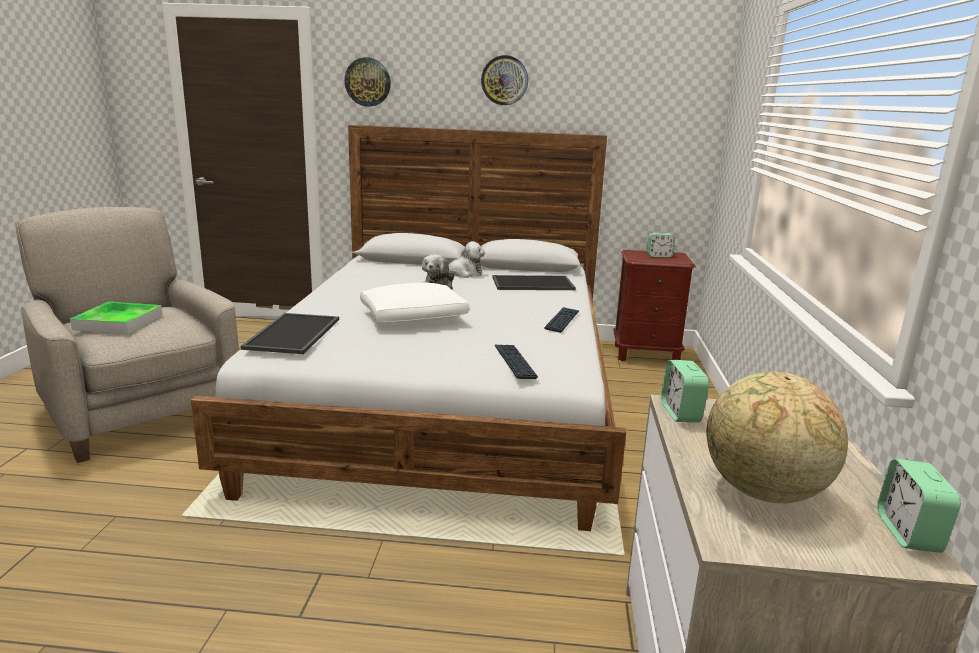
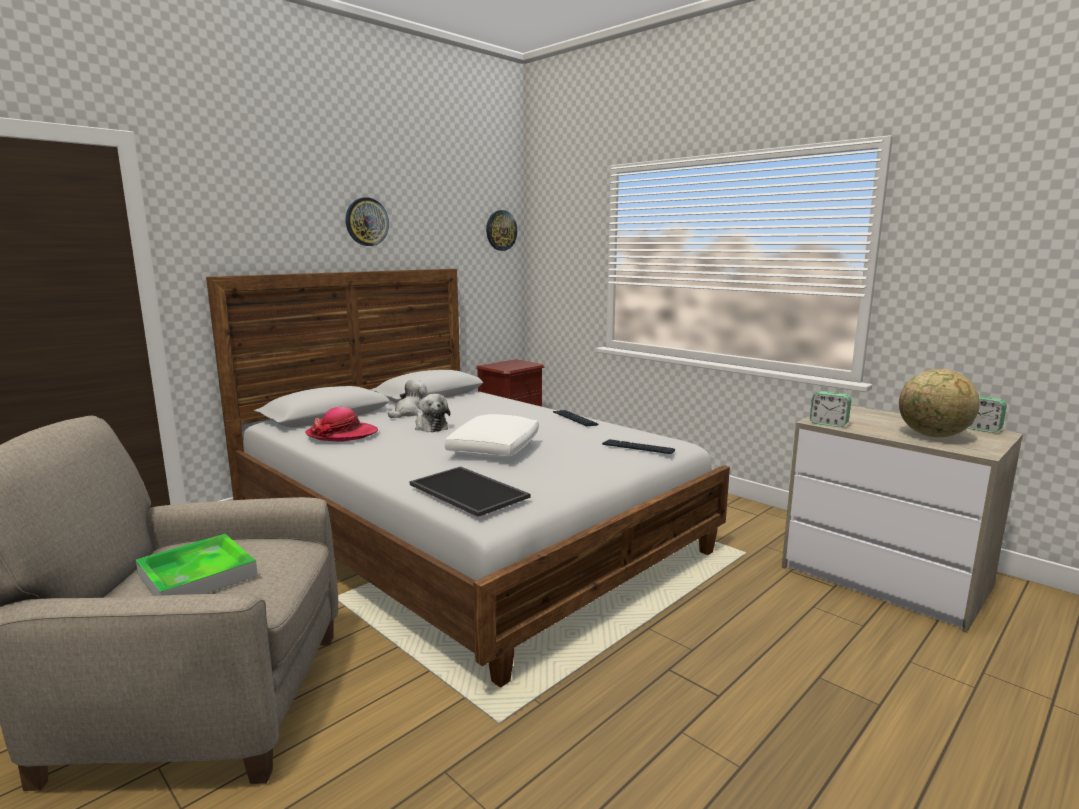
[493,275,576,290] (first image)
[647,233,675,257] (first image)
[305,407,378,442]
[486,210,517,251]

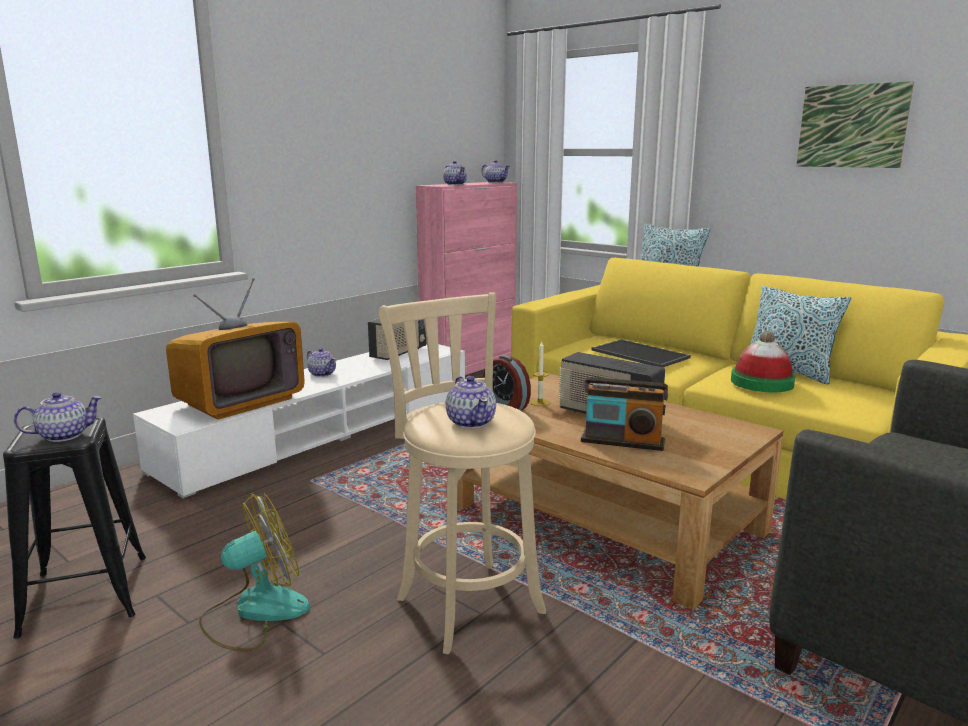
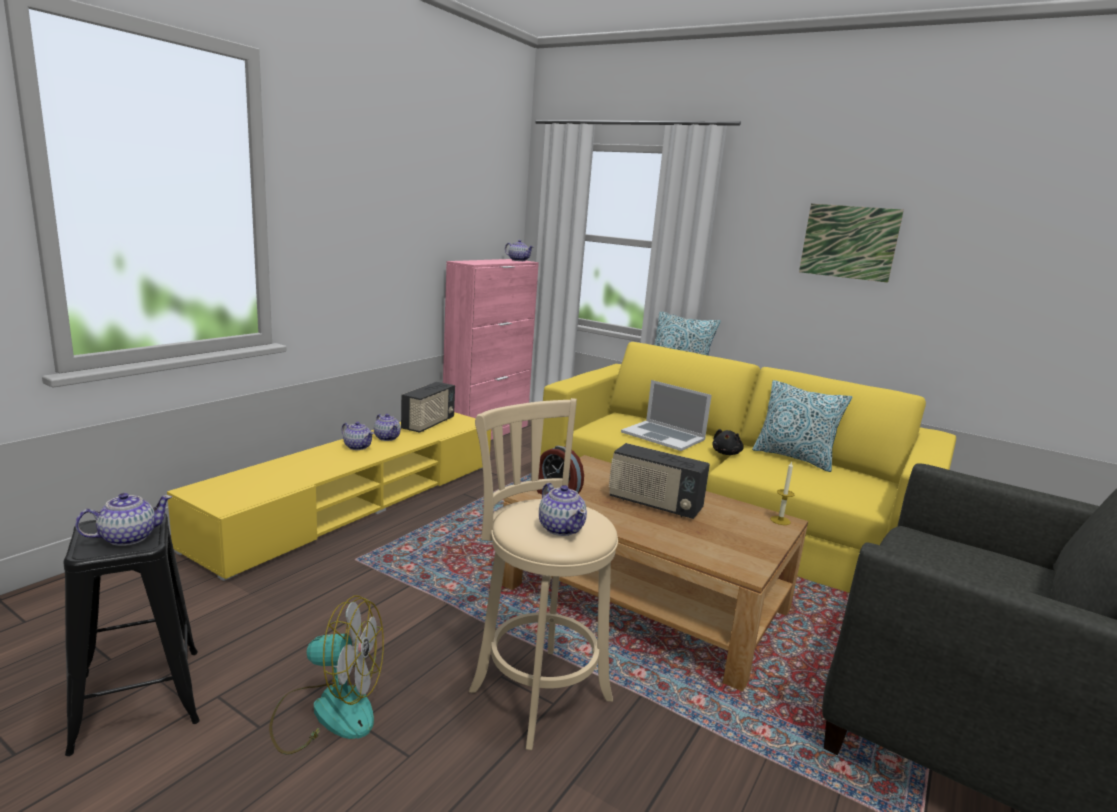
[166,278,305,419] (first image)
[581,377,668,451] (first image)
[731,331,795,392] (first image)
[712,429,744,455]
[374,414,401,441]
[770,462,794,525]
[621,380,712,451]
[167,412,491,581]
[269,596,384,755]

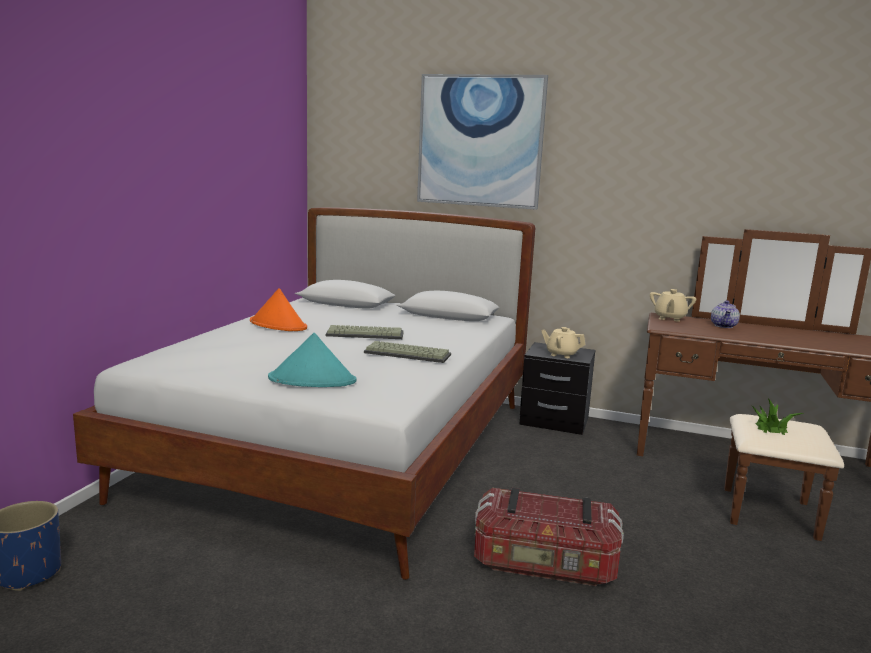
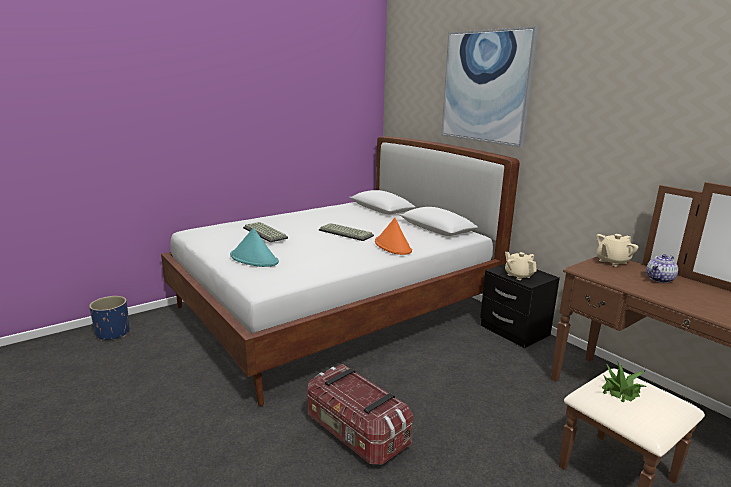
[375,218,412,255]
[243,222,288,242]

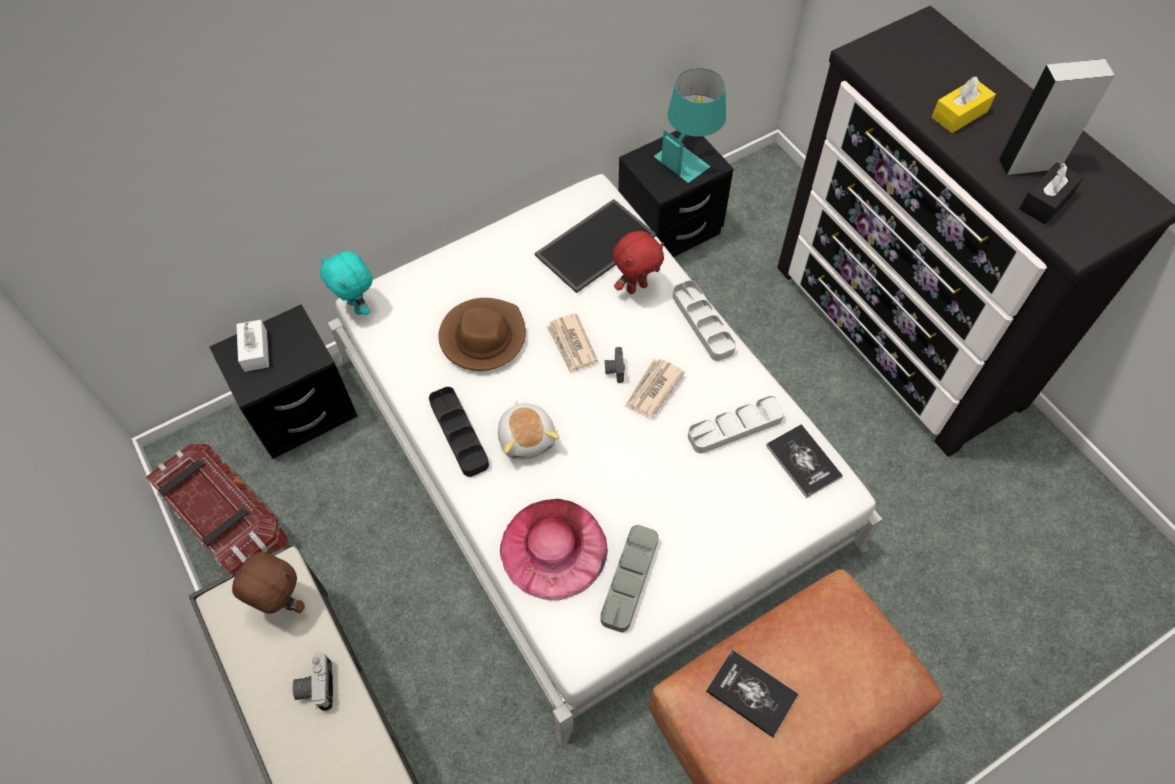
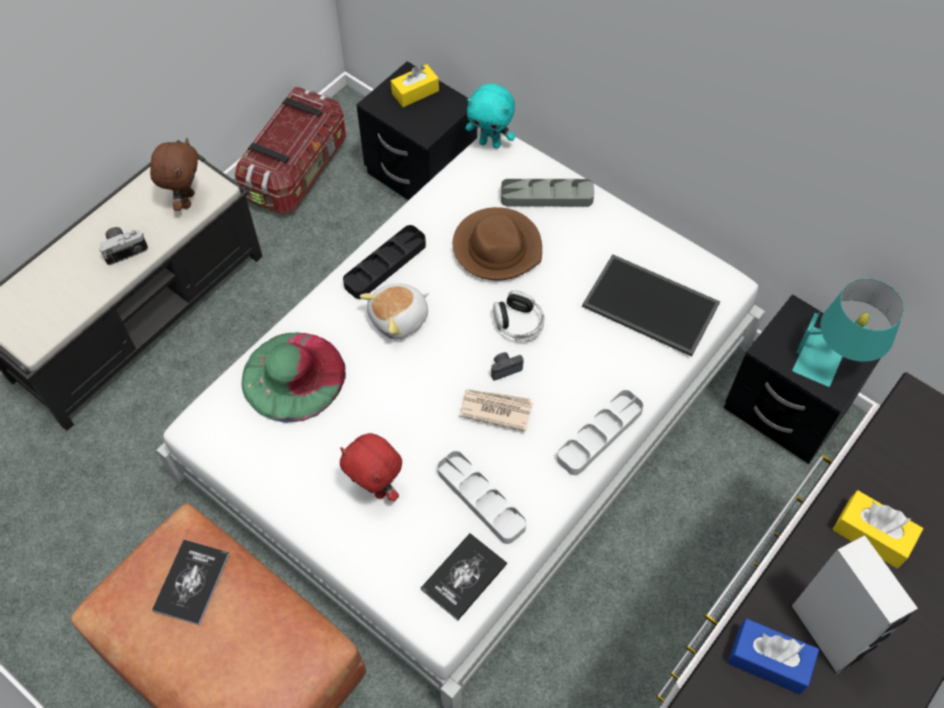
[501,179,594,207]
[340,433,402,501]
[493,290,545,341]
[391,64,439,107]
[242,332,346,423]
[728,618,819,694]
[466,84,515,148]

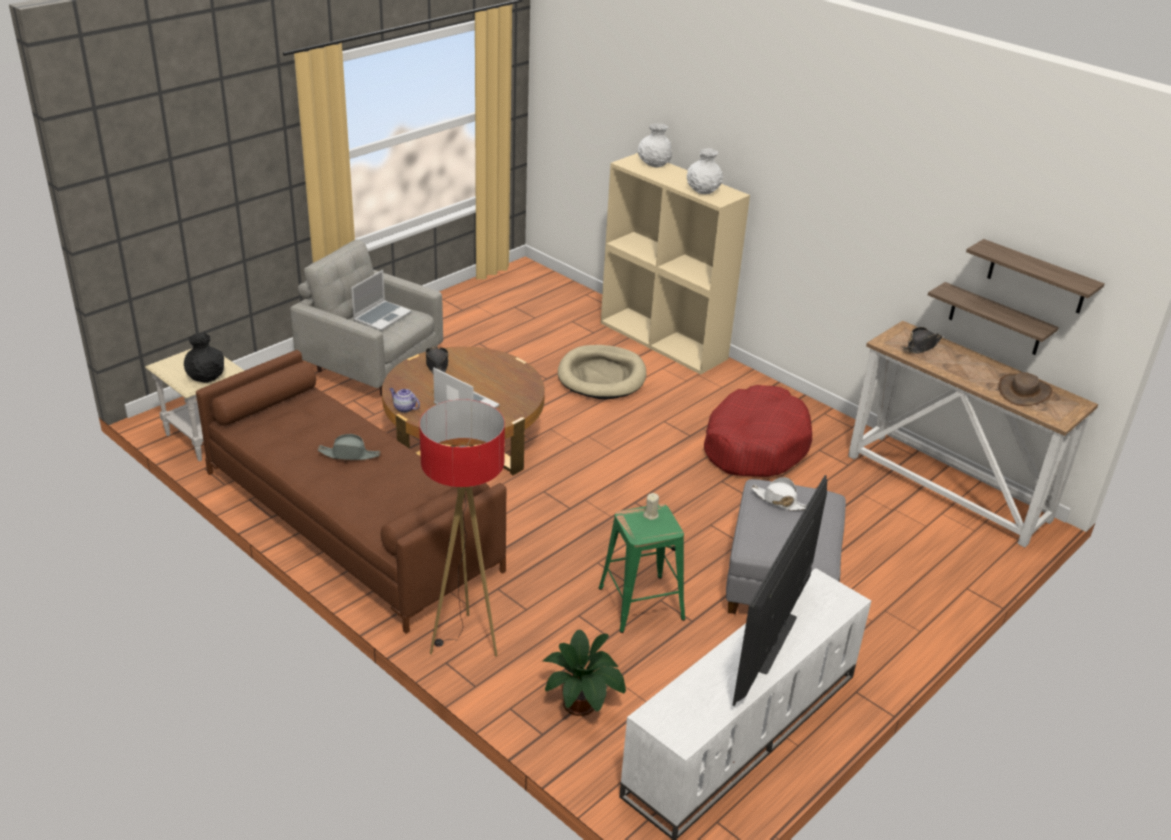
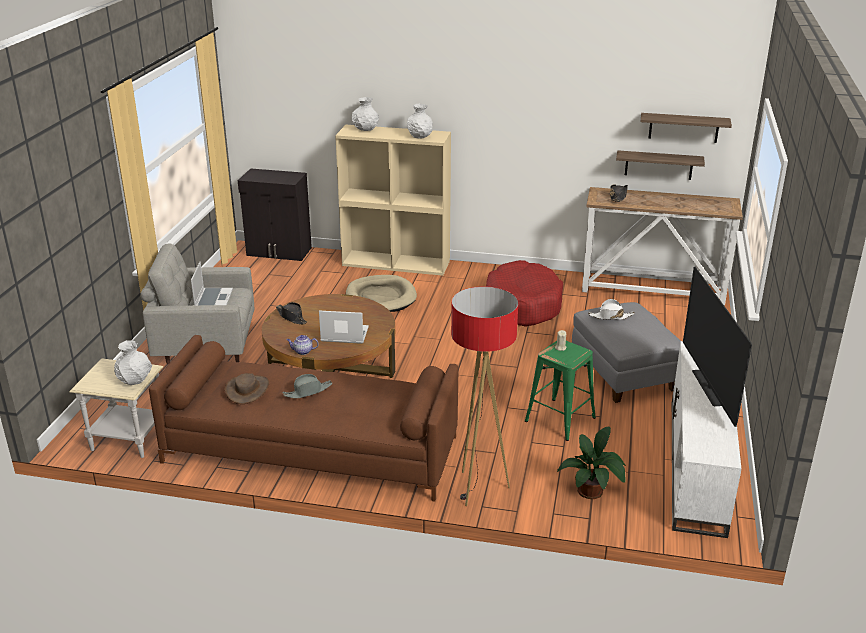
[238,168,312,261]
[225,373,269,404]
[114,340,152,385]

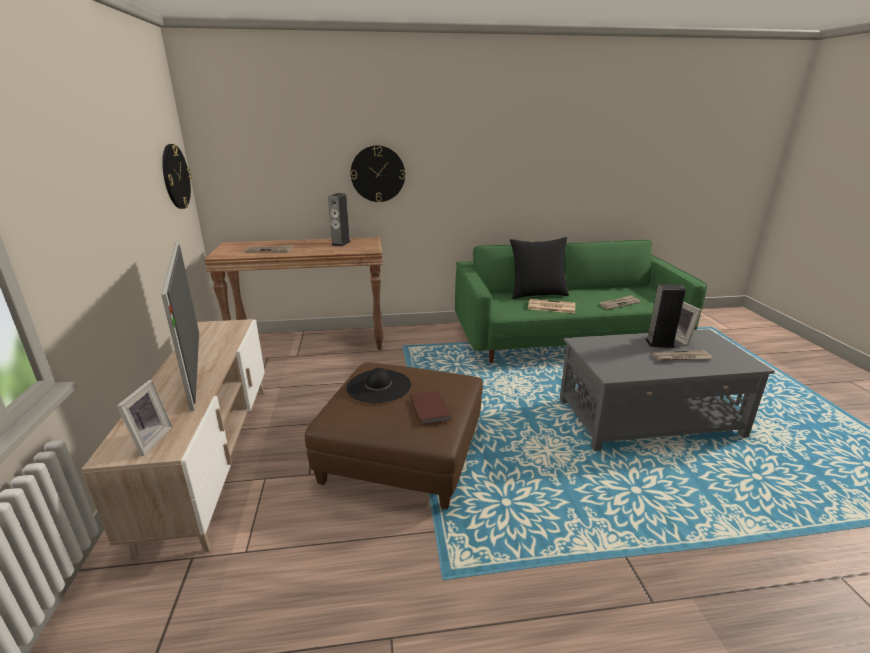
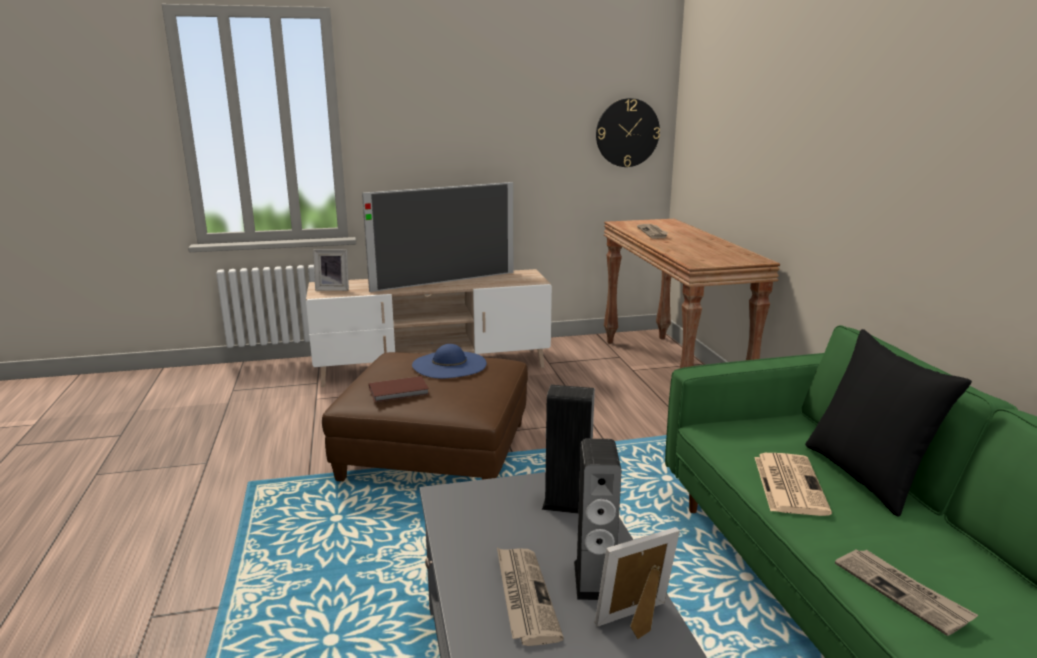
[351,145,405,202] (first image)
[542,385,595,514]
[412,344,487,378]

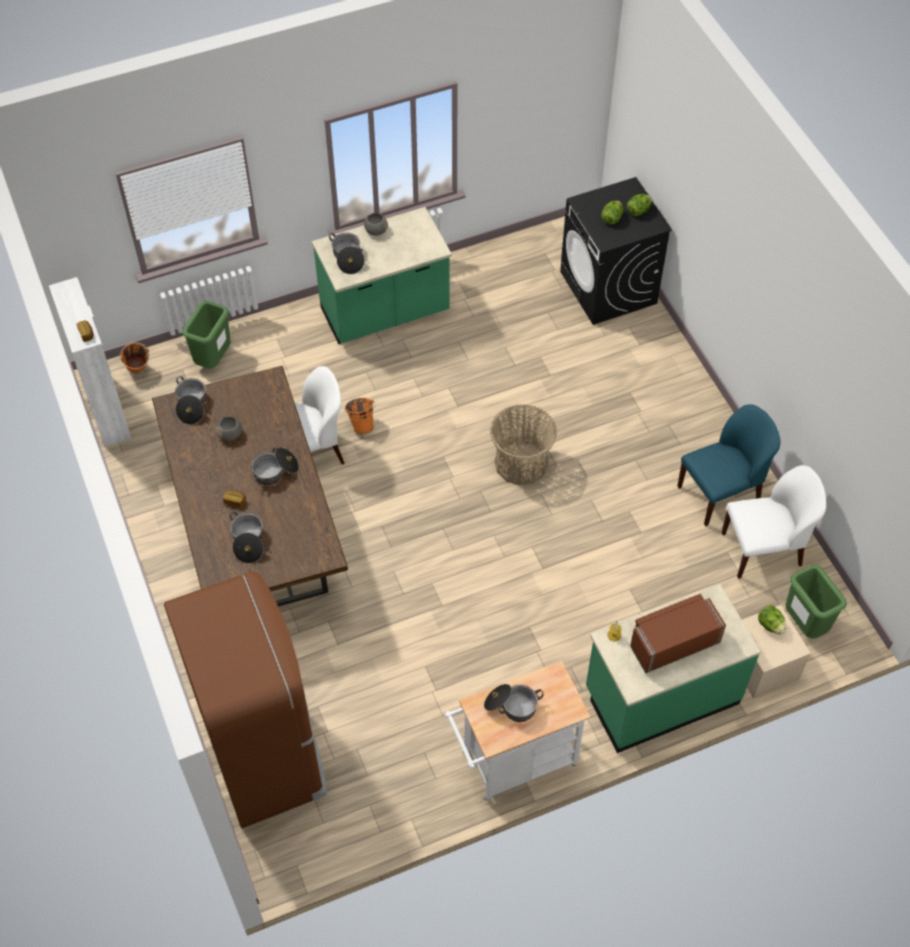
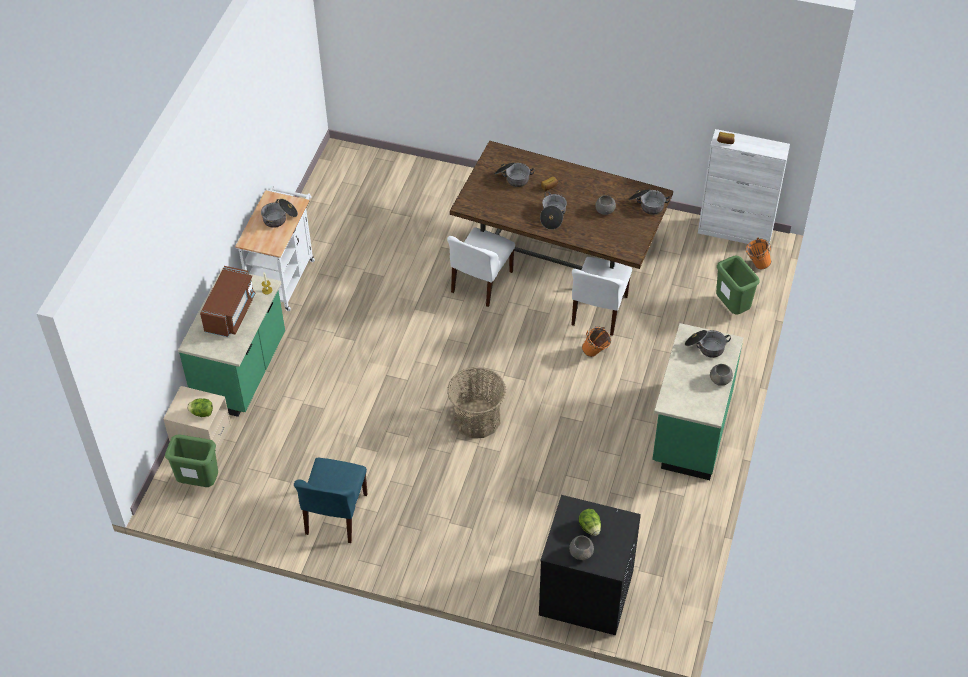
[164,571,327,828] (first image)
[447,227,515,307]
[569,535,594,560]

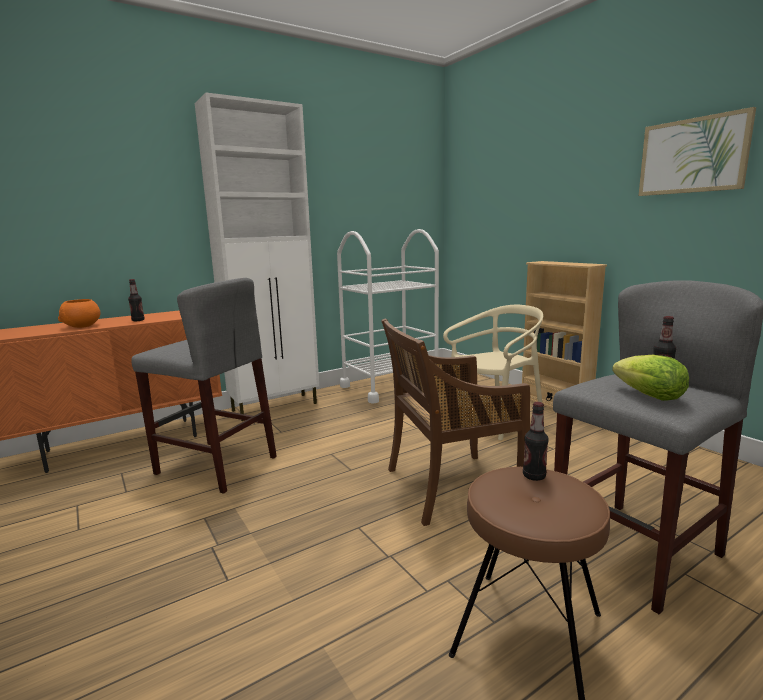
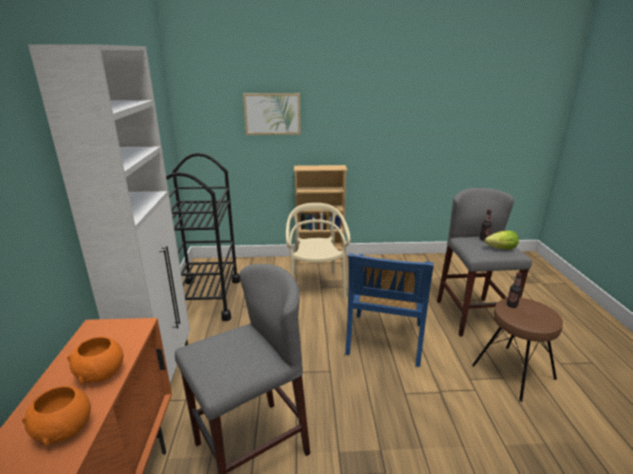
[243,93,301,135]
[67,337,123,383]
[166,153,240,321]
[345,253,434,367]

